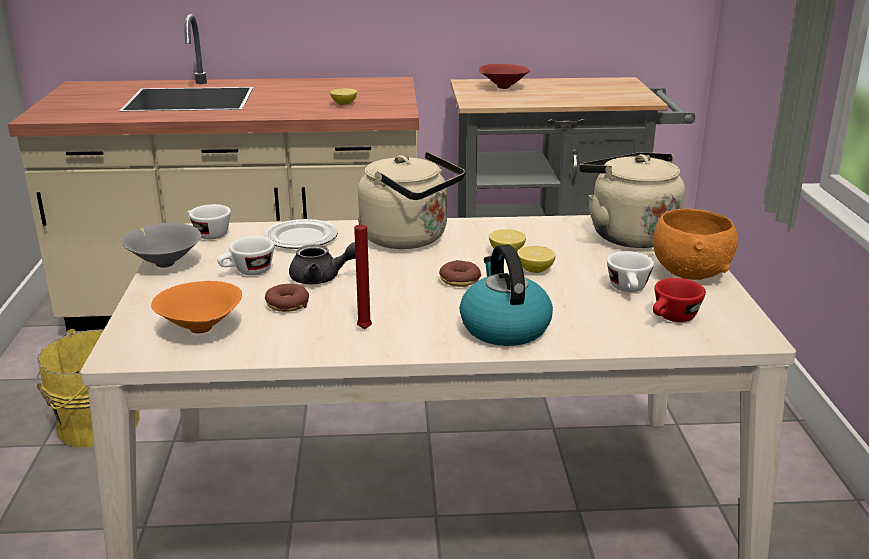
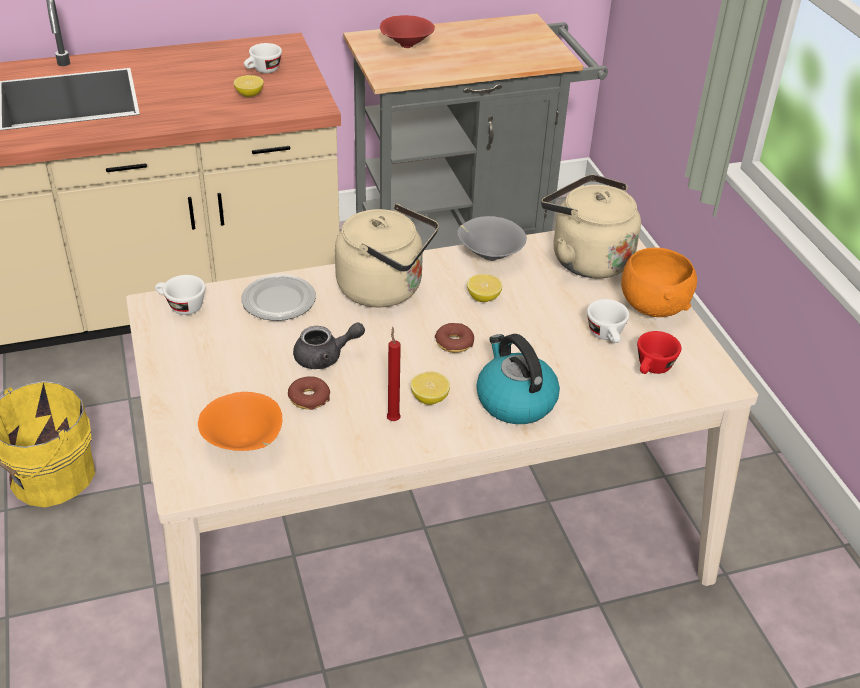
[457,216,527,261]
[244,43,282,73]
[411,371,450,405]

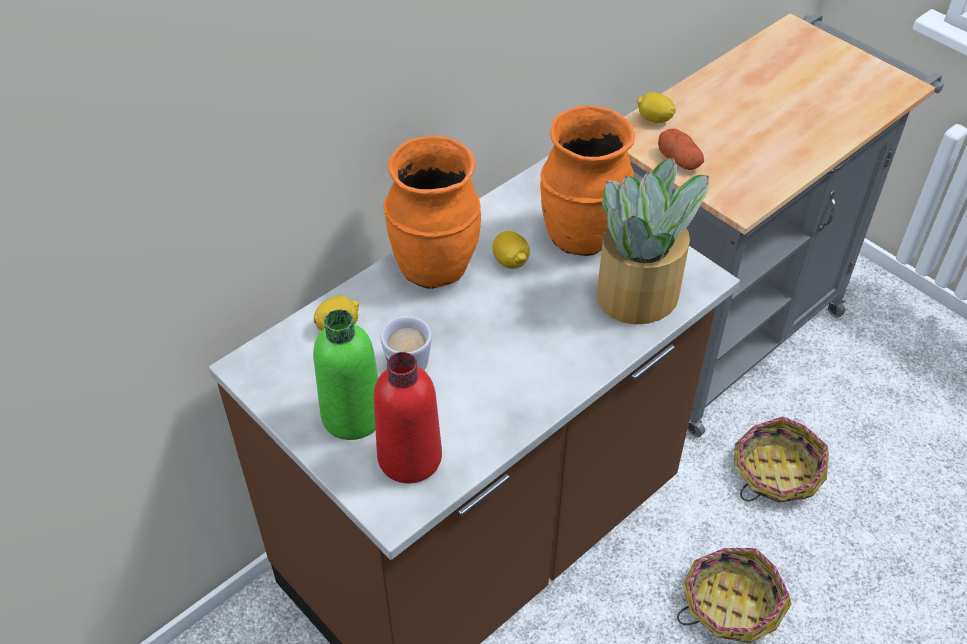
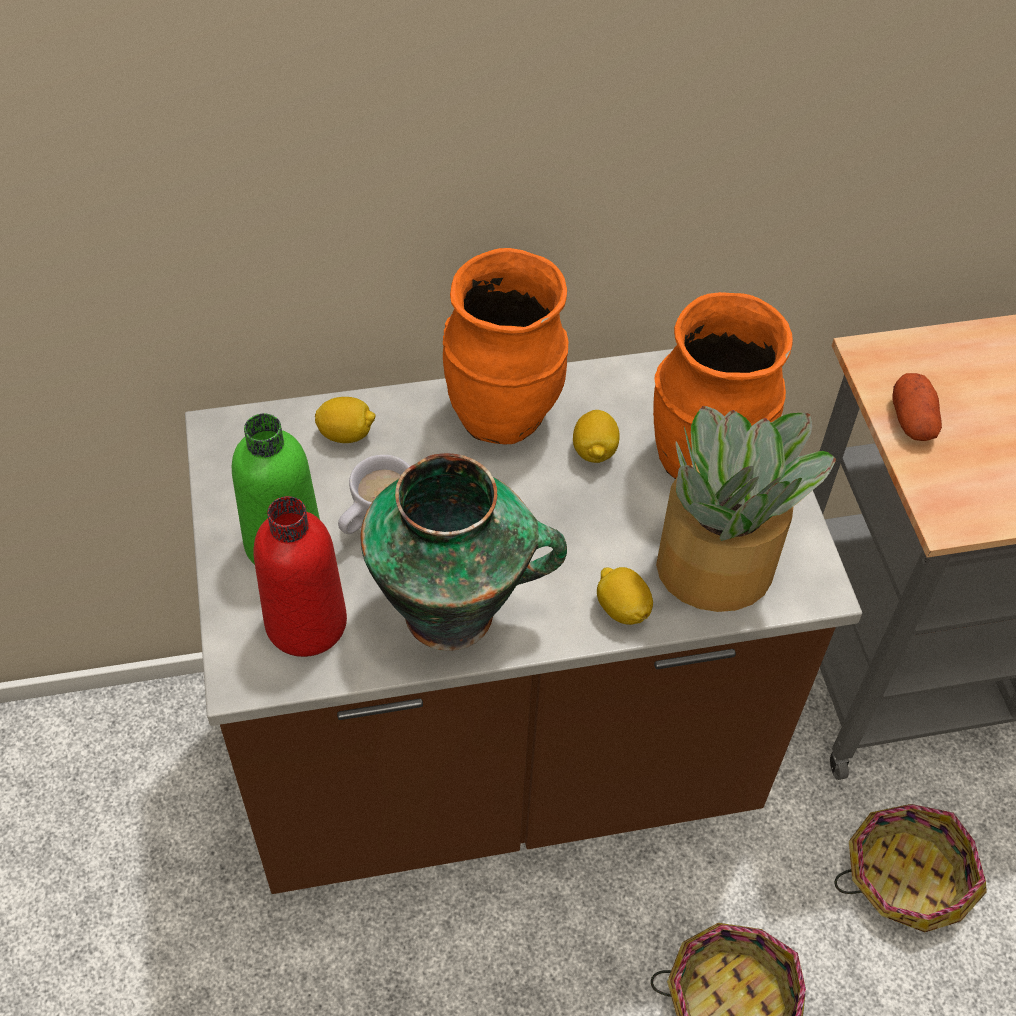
[361,453,567,651]
[597,567,653,625]

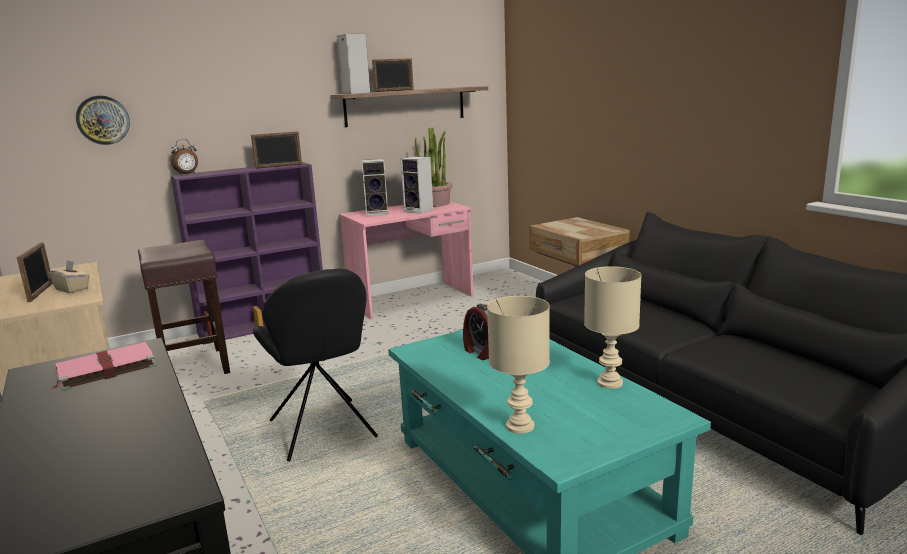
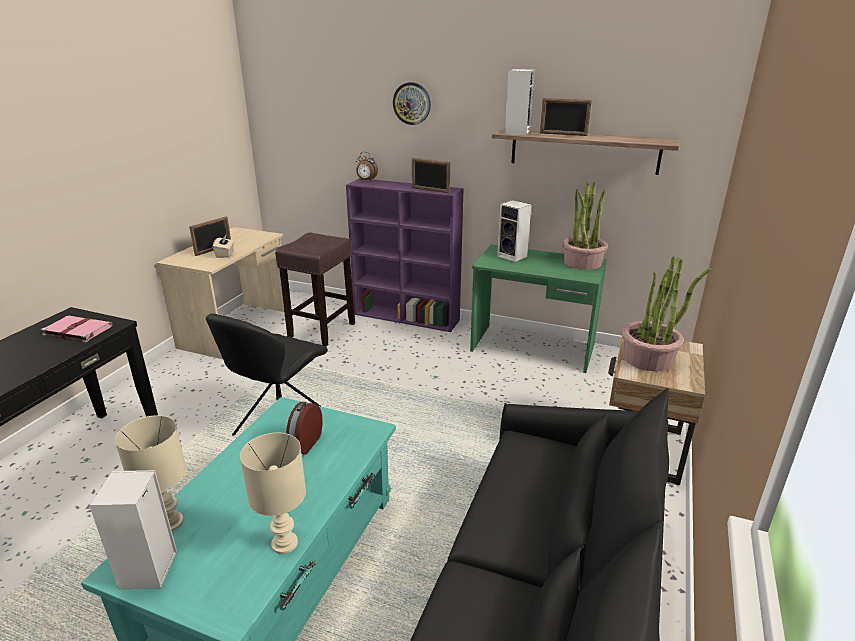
[621,256,711,371]
[393,82,431,125]
[89,470,177,589]
[470,244,607,373]

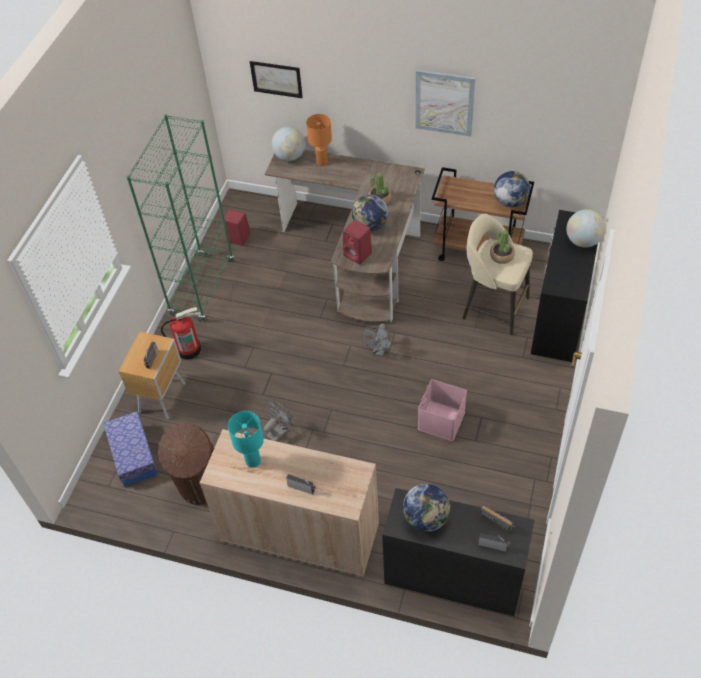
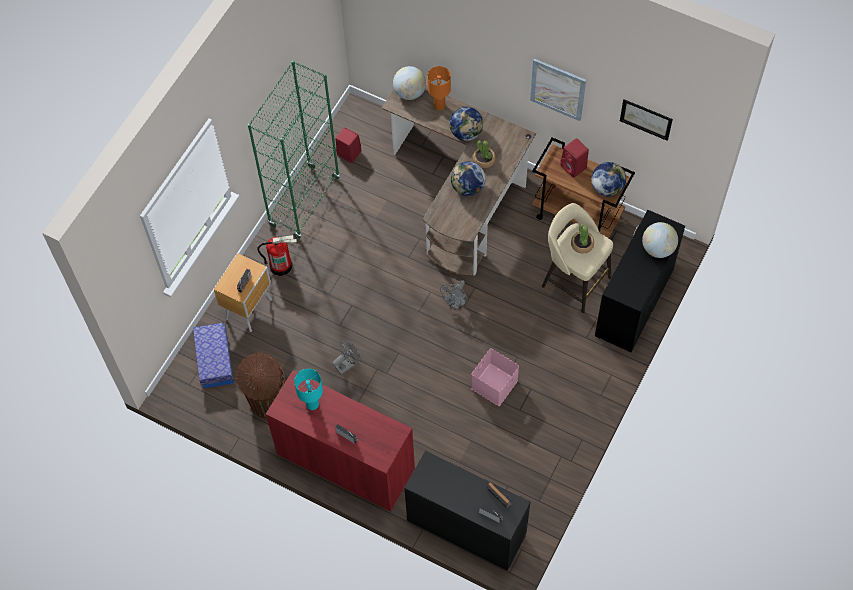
[620,99,673,141]
[560,138,589,178]
[449,107,483,141]
[266,371,415,511]

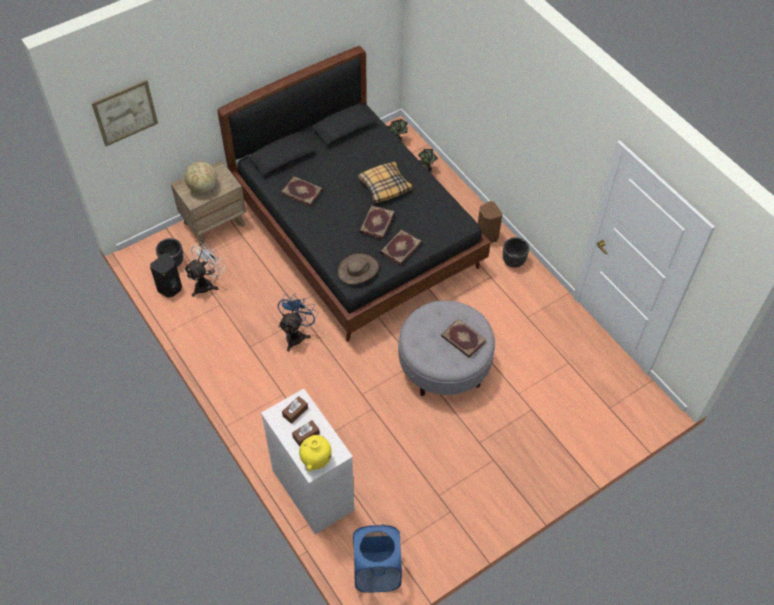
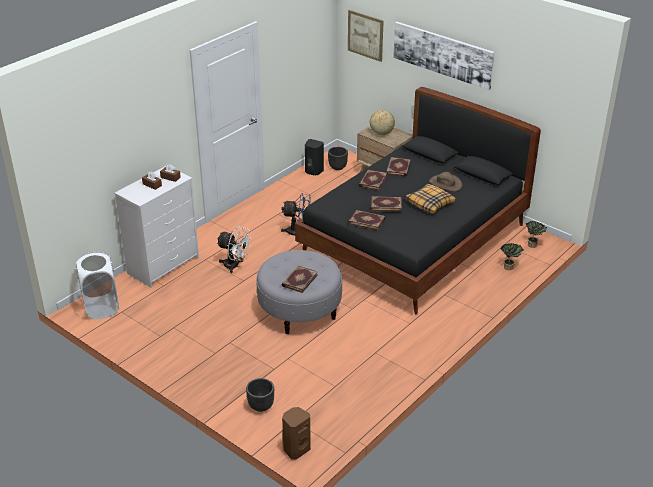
[299,435,332,471] (first image)
[359,169,387,191]
[393,22,495,90]
[217,226,252,273]
[429,172,462,191]
[282,407,311,460]
[246,378,274,412]
[75,251,119,319]

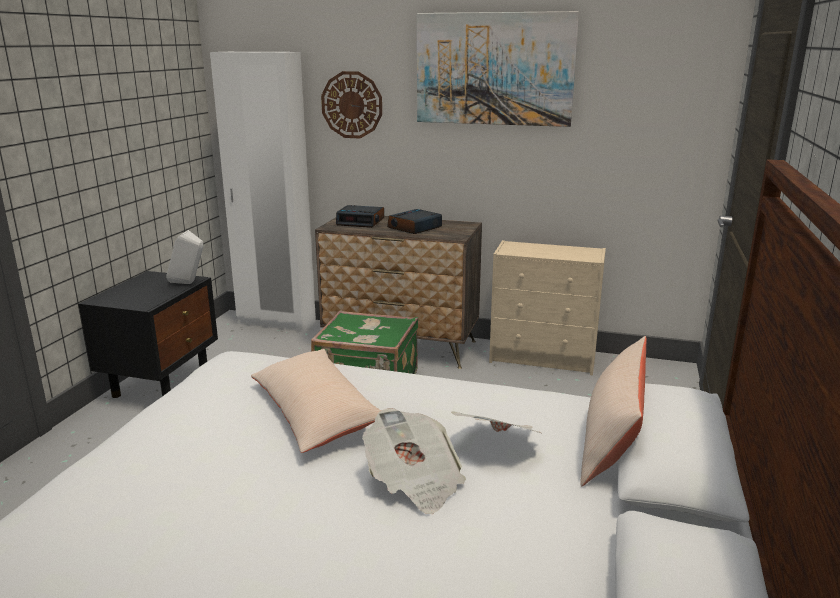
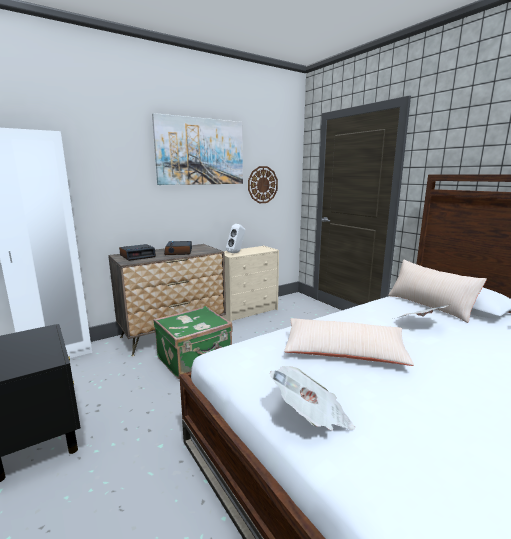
[226,224,245,253]
[248,166,278,203]
[270,366,356,430]

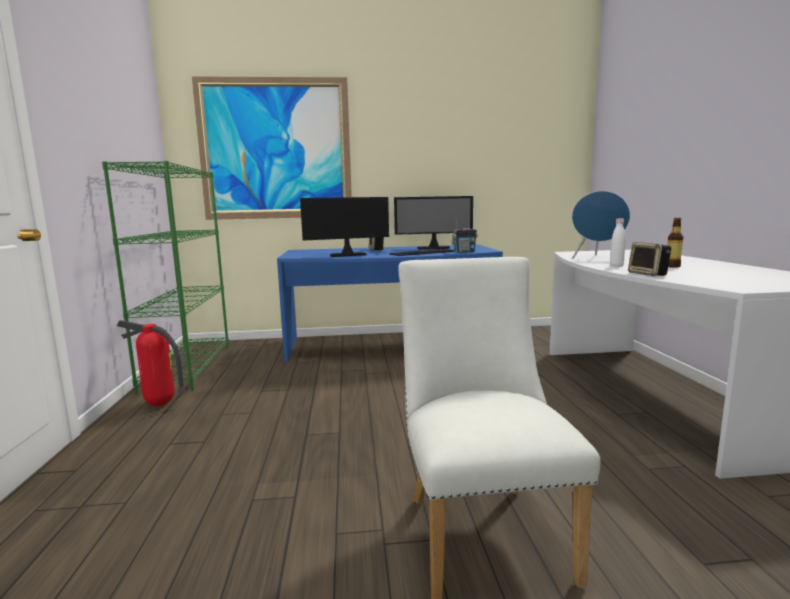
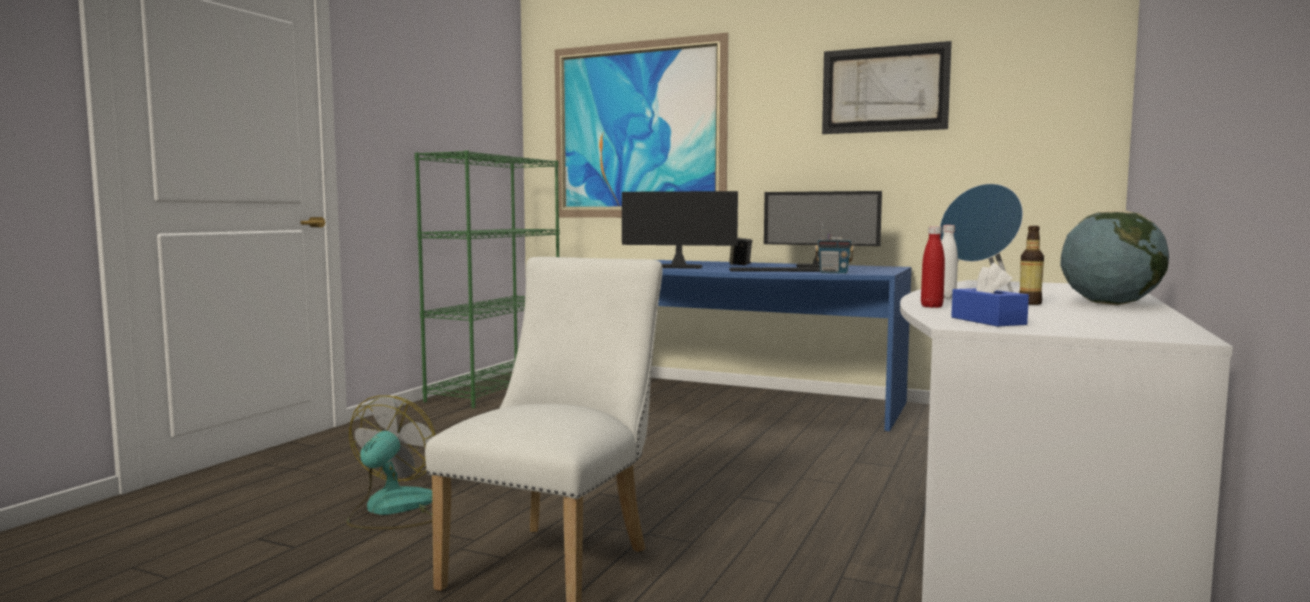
[117,320,185,406] (first image)
[347,395,435,530]
[822,41,952,134]
[951,263,1029,327]
[1060,210,1169,305]
[921,226,945,308]

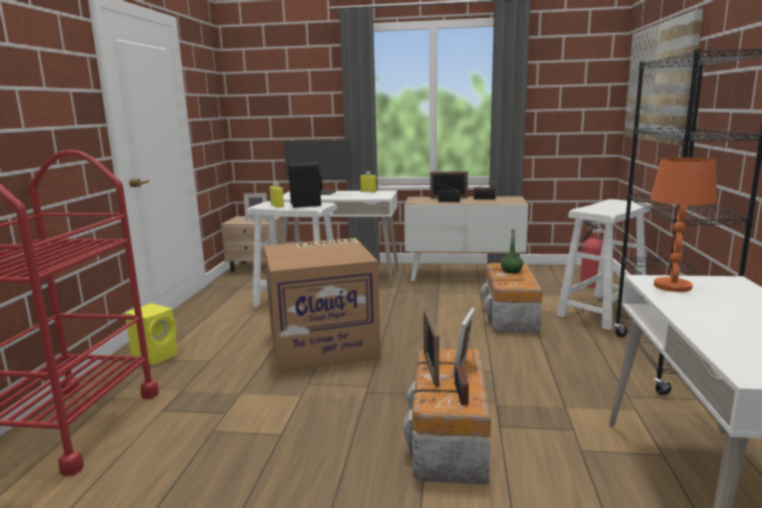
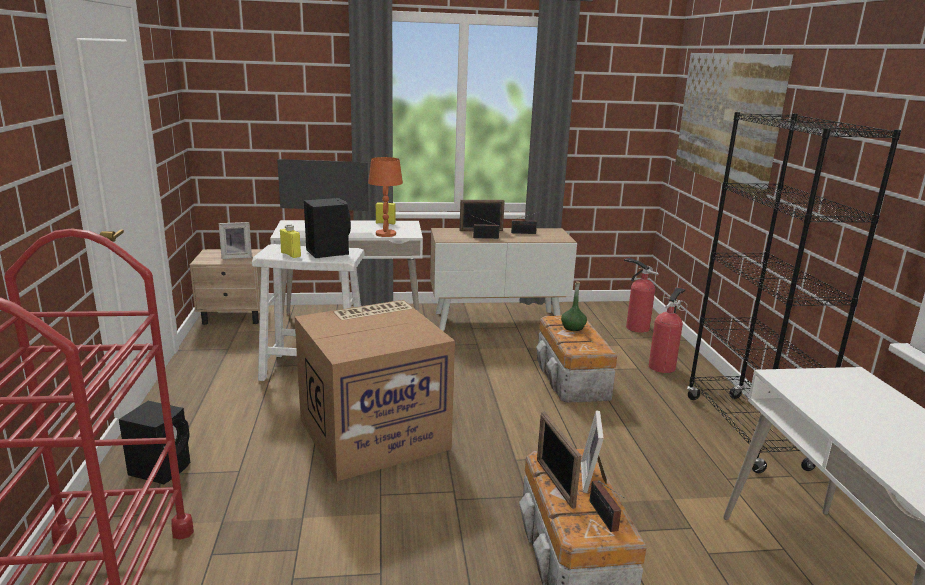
[368,157,403,237]
[649,287,687,373]
[119,401,190,484]

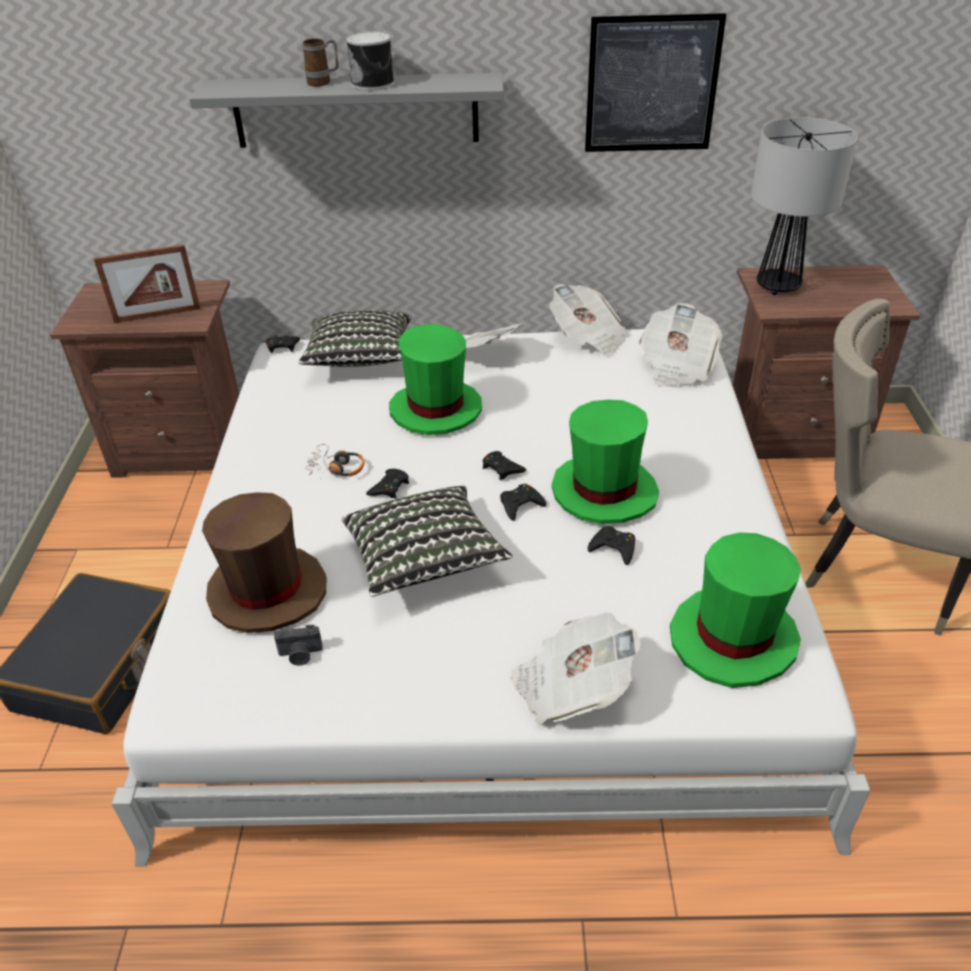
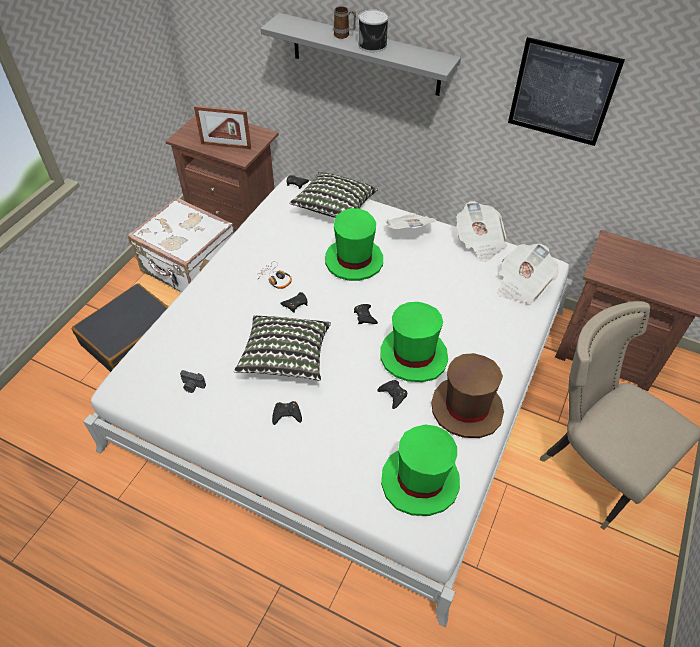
[510,612,642,724] (first image)
[751,117,858,295] (first image)
[128,197,234,293]
[431,353,504,438]
[272,401,302,425]

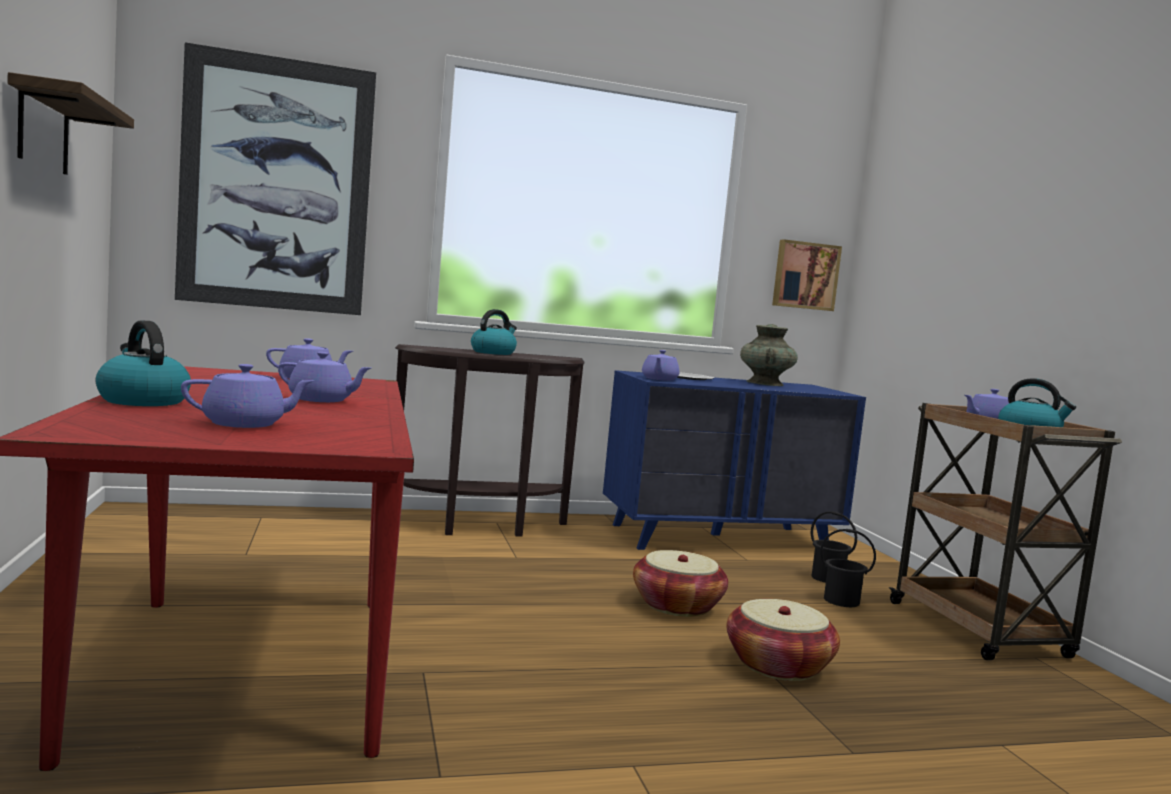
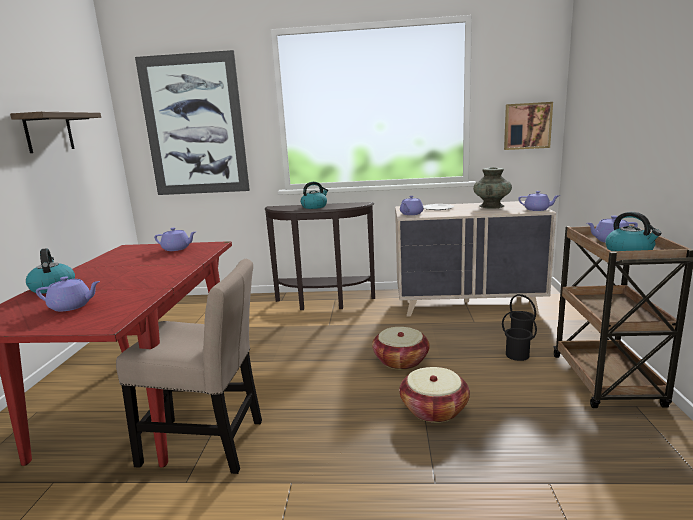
[116,259,262,474]
[518,191,560,211]
[395,201,556,316]

